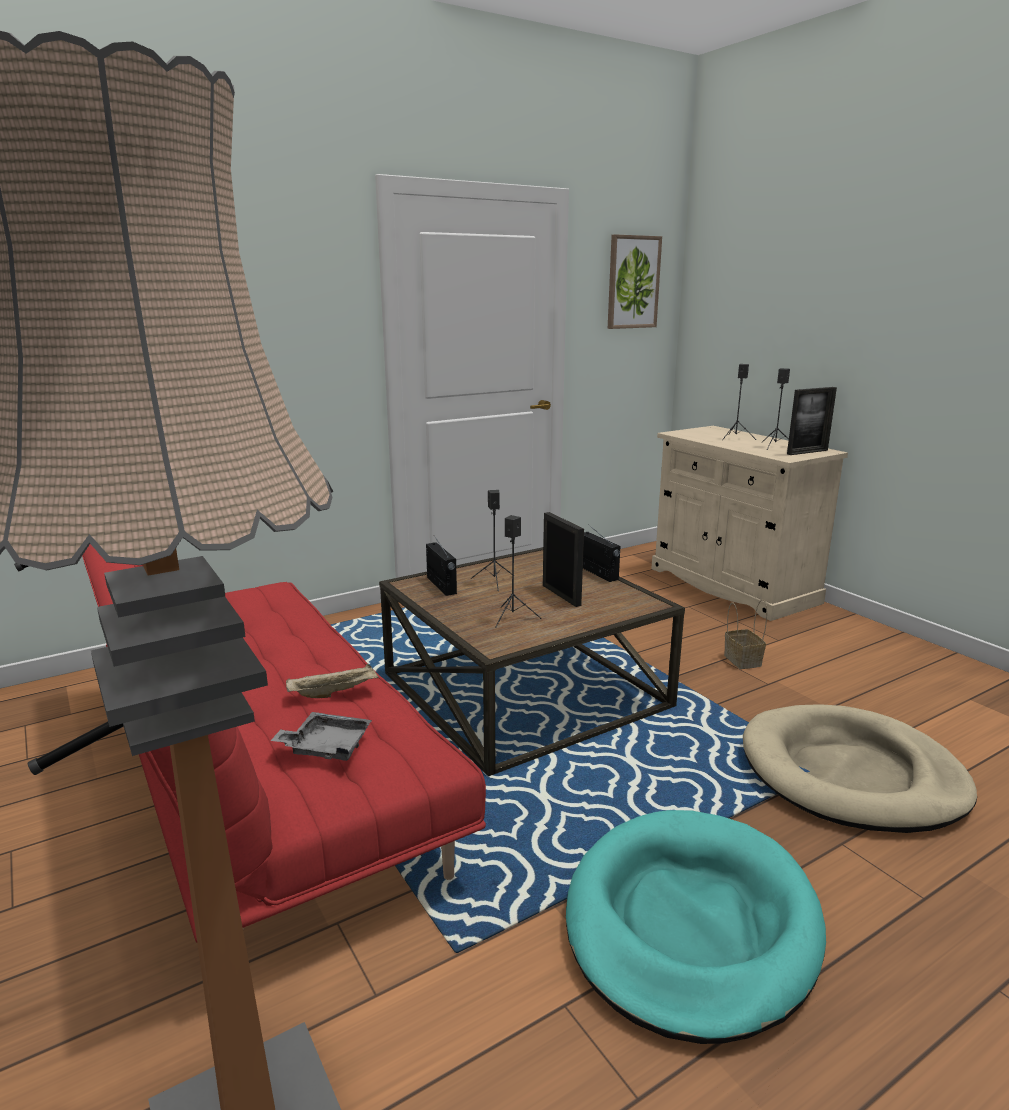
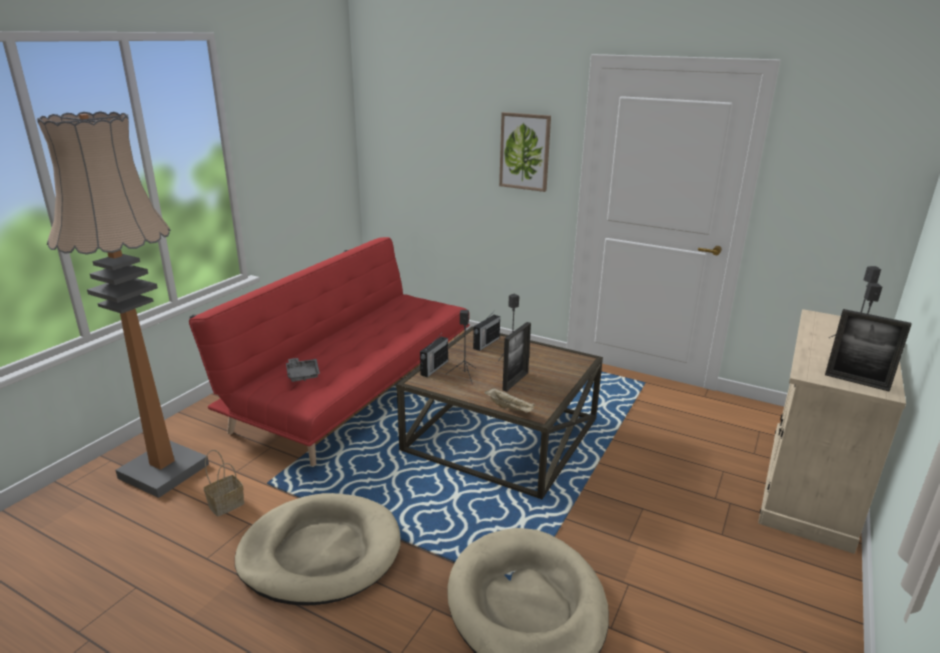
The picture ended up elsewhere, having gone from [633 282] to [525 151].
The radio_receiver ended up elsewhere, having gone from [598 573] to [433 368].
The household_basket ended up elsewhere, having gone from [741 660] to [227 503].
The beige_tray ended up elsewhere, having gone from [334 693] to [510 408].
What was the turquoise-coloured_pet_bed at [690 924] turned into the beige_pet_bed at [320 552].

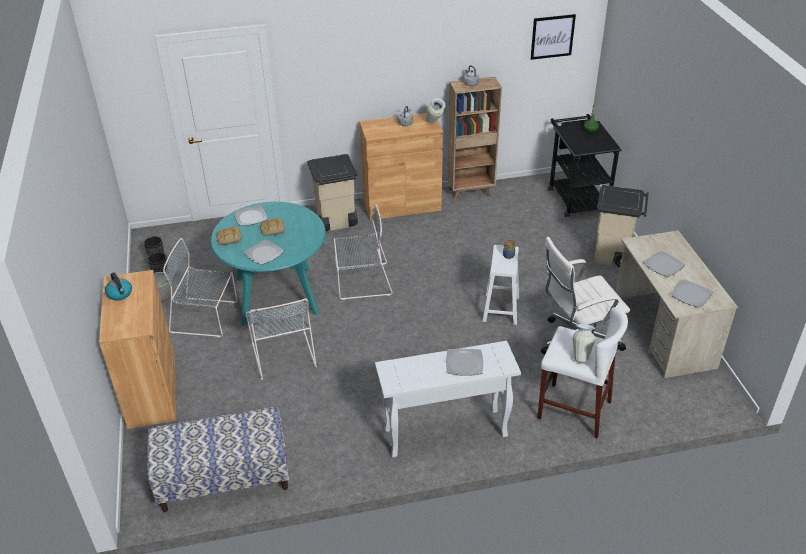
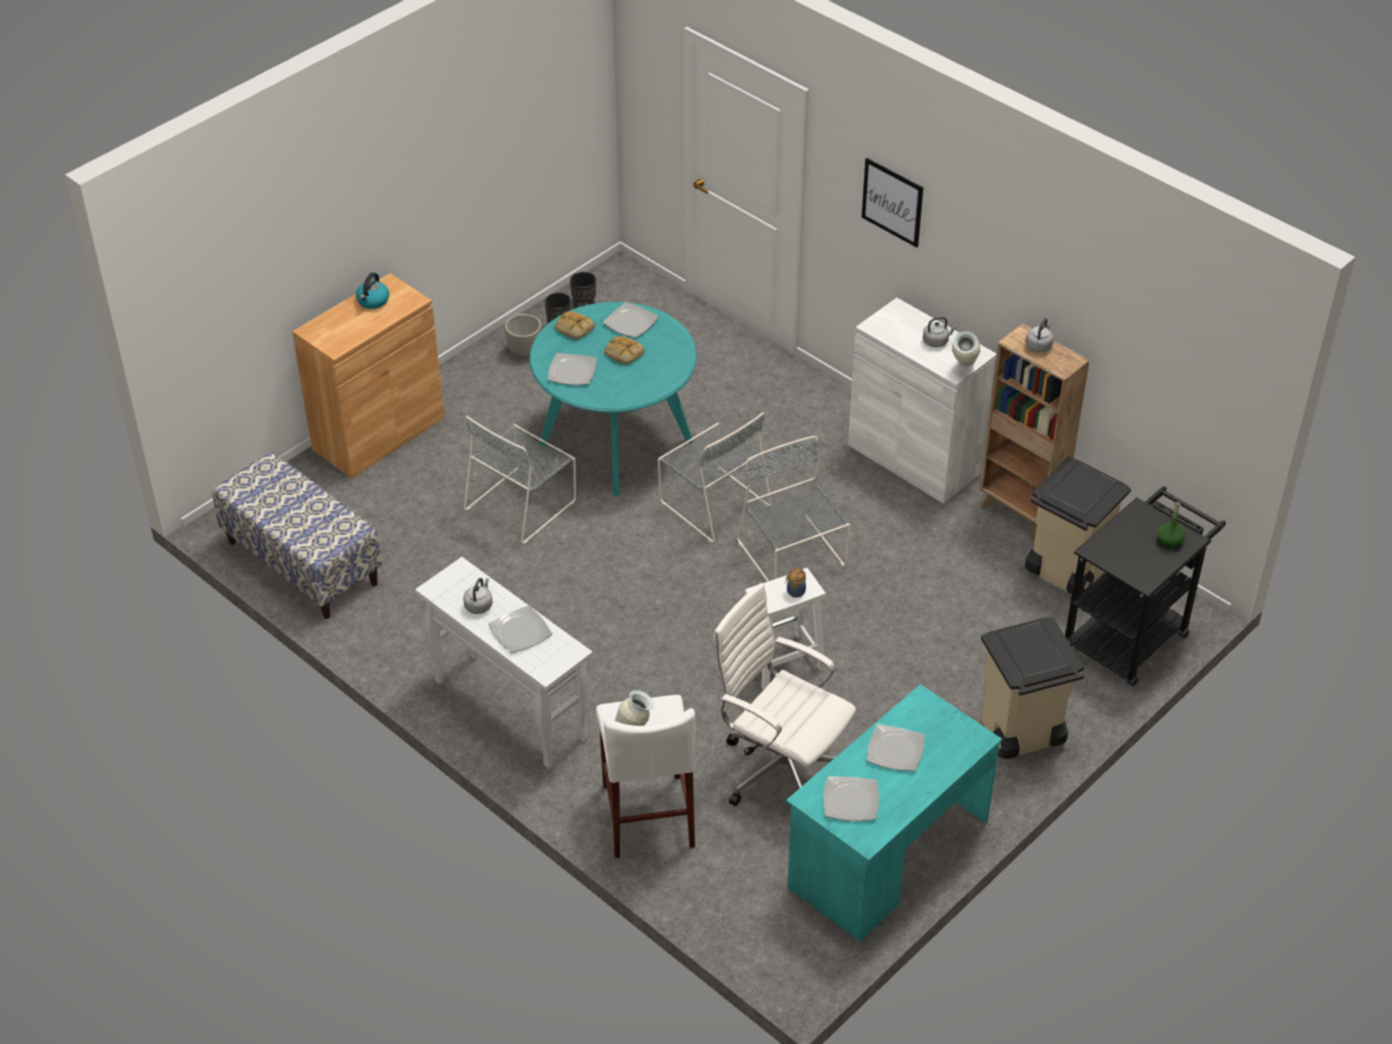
The picture ended up elsewhere, having gone from [552 36] to [892 202].
What was the brown-coloured_storage_cabinet at [402 205] turned into the whitish_storage_cabinet at [914 458].
The beige_rubbish_bin ended up elsewhere, having gone from [335 222] to [1065 571].
What was the beige_desk_unit at [663 332] turned into the turquoise-coloured_desk_unit at [888 854].
The gray_upright_chair ended up elsewhere, having gone from [206 317] to [793 556].
The second view gained the gray_kettle at [479 605].

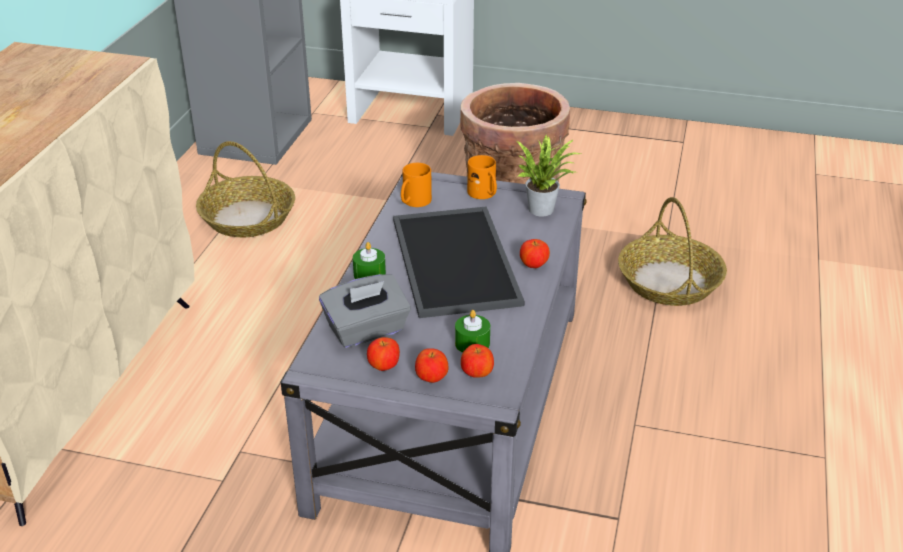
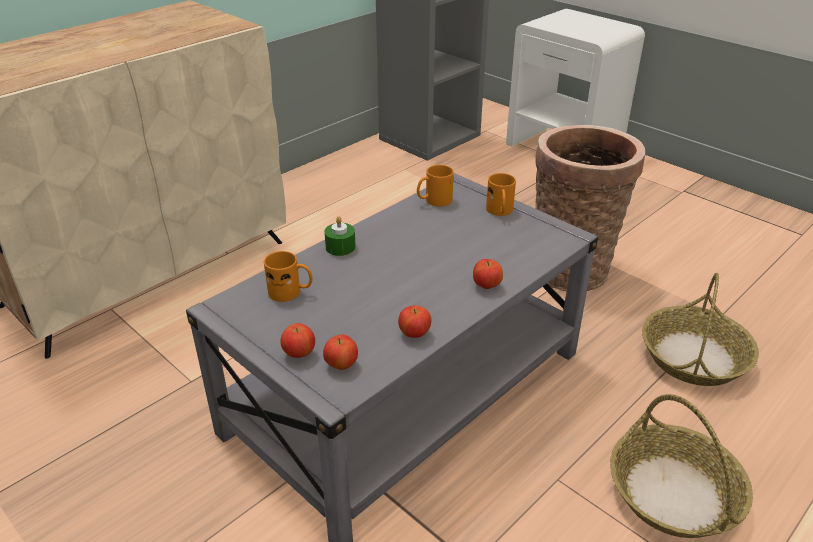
The second view lost the plant_in_a_pot at [544 209].
The household_basket ended up elsewhere, having gone from [248 218] to [674 494].
The second view lost the tray at [458 261].
Where the gray_tissue_box stood at [367 330], the orange-coloured_tea_mug came to stand at [291 292].
The second view lost the green_wax_candle at [472 343].
The apple_fruit ended up elsewhere, having gone from [384 367] to [414 334].

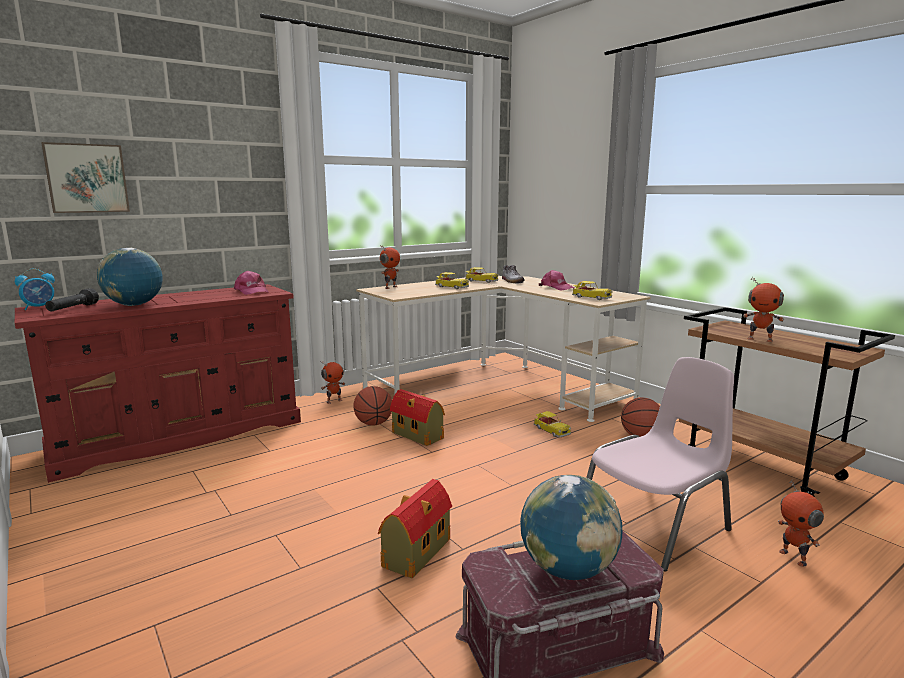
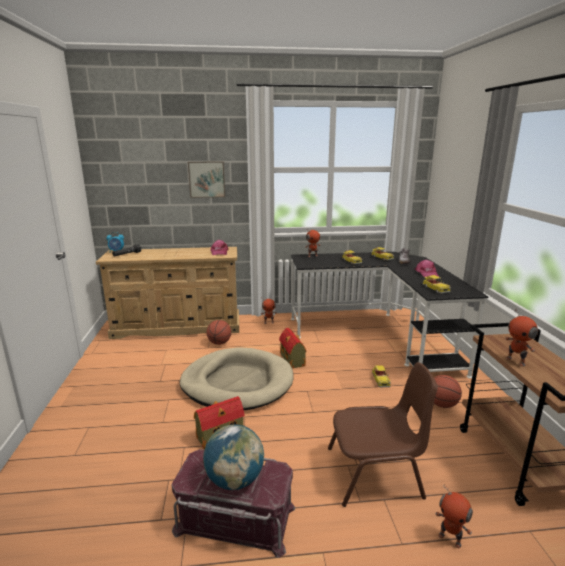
The picture ended up elsewhere, having gone from [87 178] to [207 179].
The second view lost the globe at [134 305].
What was the beige_desk_unit at [498 387] turned into the blackish_desk_unit at [379 336].
What was the red-coloured_dresser at [181 435] turned into the beige_dresser at [178 326].
What was the pinkish_upright_chair at [656 524] turned into the brown-coloured_upright_chair at [375 473].
The basketball_ball ended up elsewhere, having gone from [373 424] to [219 343].
The toy_robot at [794 557] ended up facing another way, 60 degrees counterclockwise from before.
The second view gained the beige_pet_bed at [237 383].

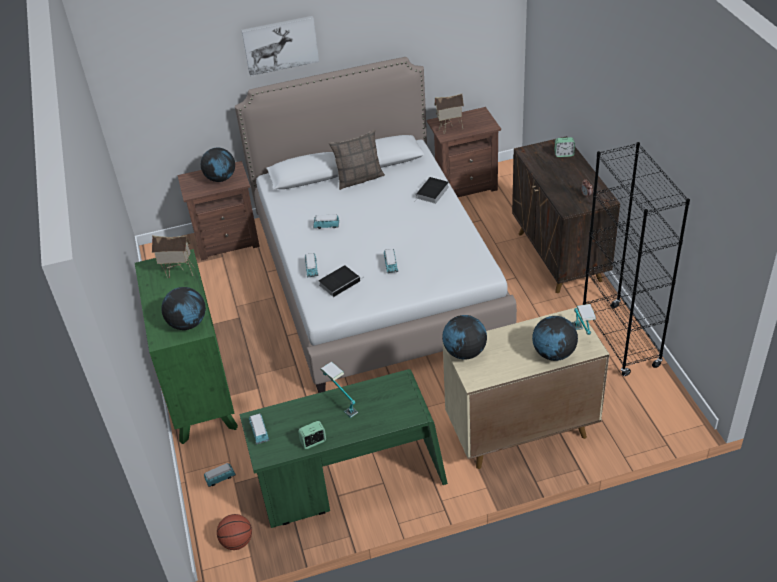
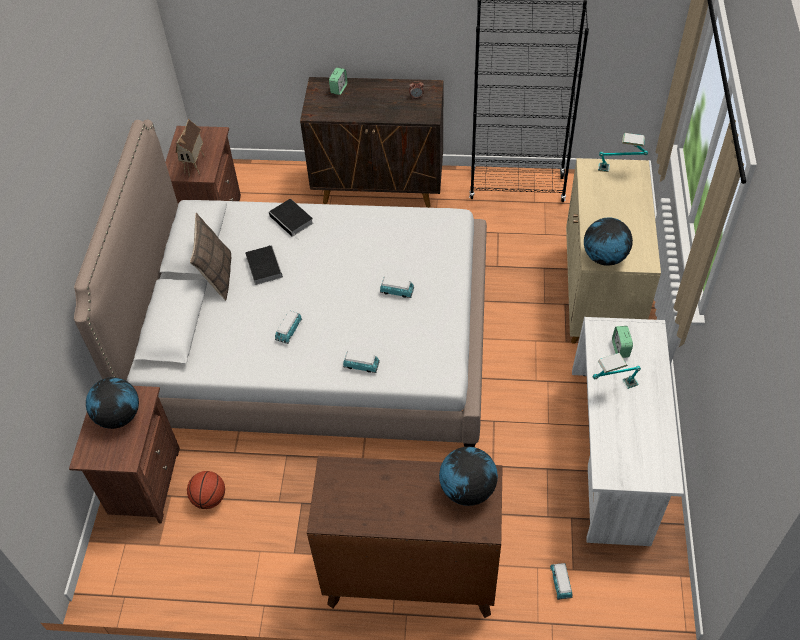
The second view lost the picture at [280 45].
The second view lost the model_house at [178 273].
What was the green_dresser at [199 391] turned into the brown-coloured_dresser at [410 577].
The bound_book ended up elsewhere, having gone from [340 282] to [263 266].
The second view lost the globe at [553 353].
What was the green_desk_unit at [351 483] turned into the whitish_desk_unit at [612 455].
The second view lost the miniature_car at [259 432].
The table_clock ended up elsewhere, having gone from [313 442] to [620 349].
The basketball_ball ended up elsewhere, having gone from [237 541] to [209 498].

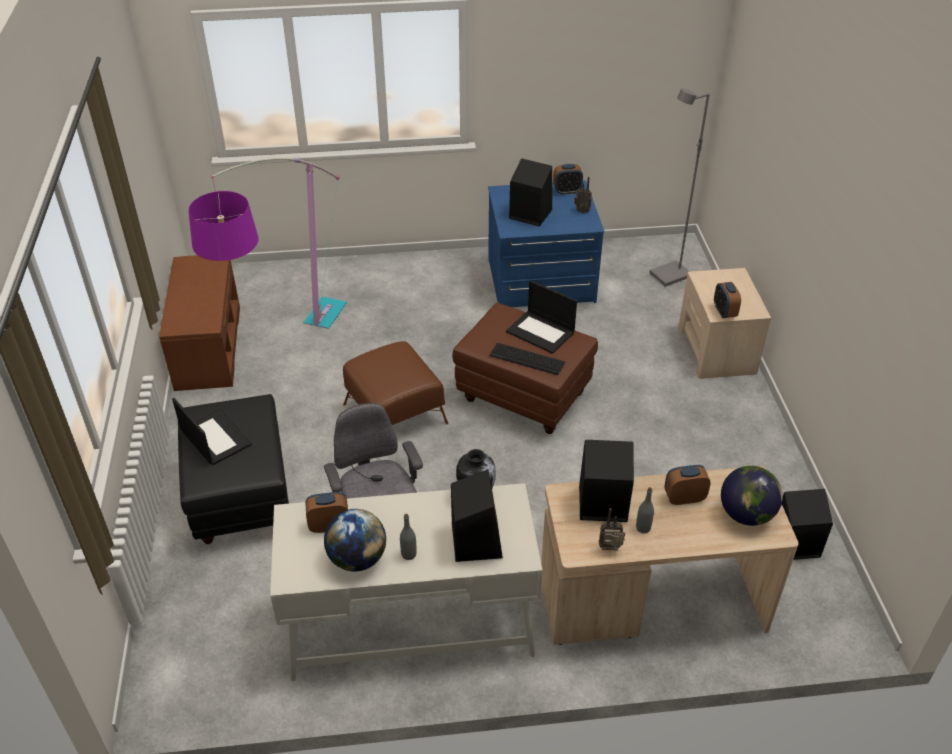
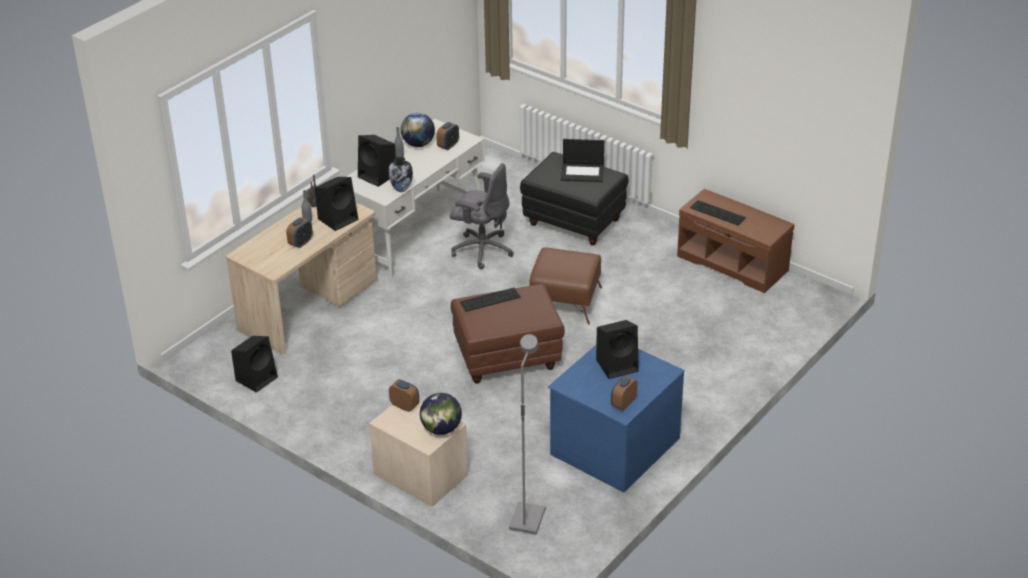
The second view lost the floor_lamp at [289 362].
The second view lost the radio_receiver at [582 211].
The second view lost the portable_computer at [541 332].
The globe ended up elsewhere, having gone from [746 514] to [441 429].
The second view gained the keyboard at [717 213].

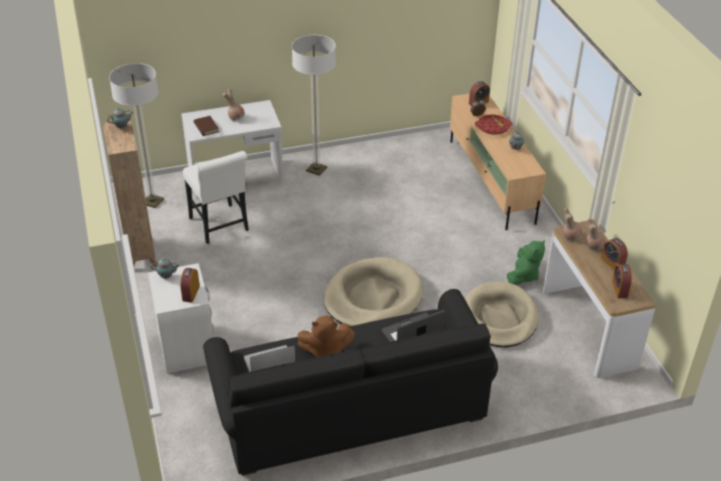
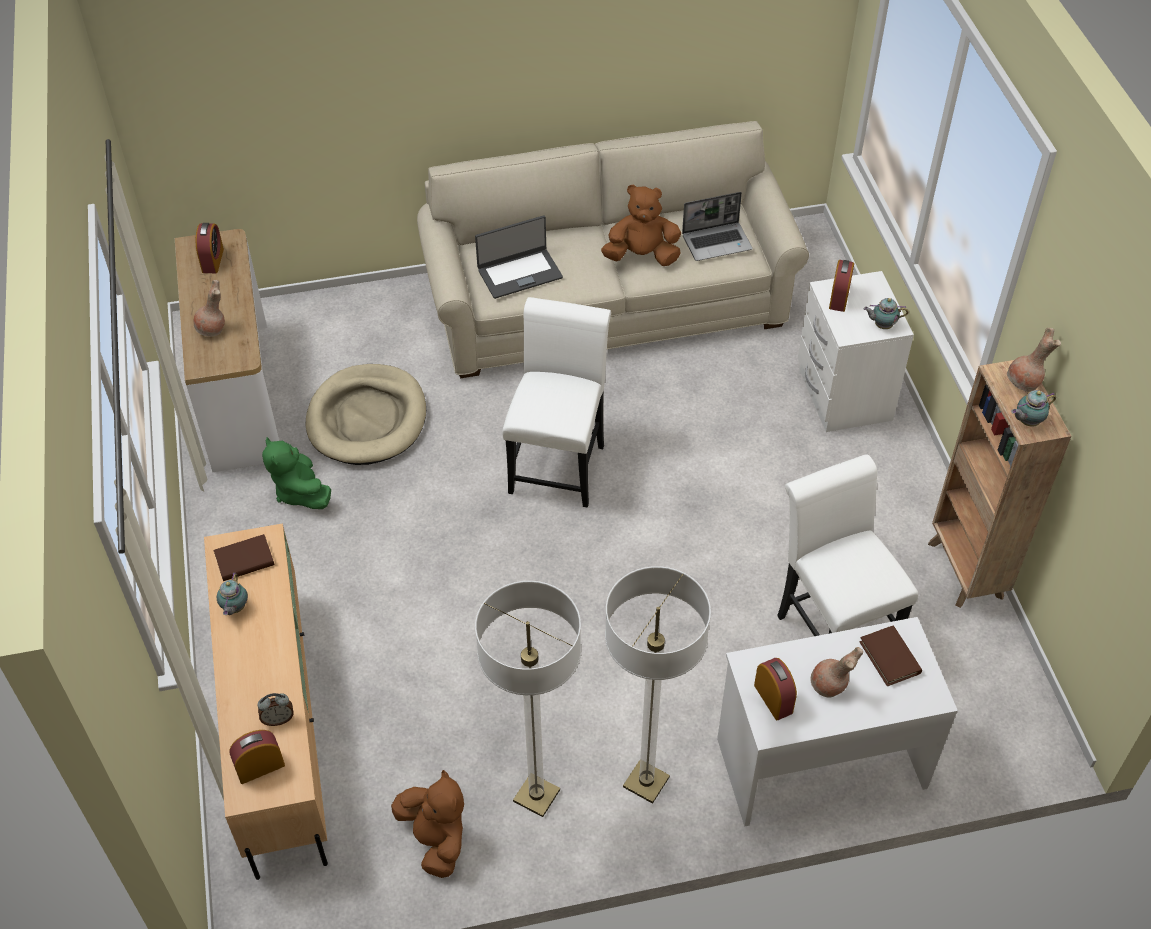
The floor_lamp ended up elsewhere, having gone from [152 201] to [536 796].
The second view lost the red-coloured_tray at [493 127].
The brown-coloured_decorative_vase ended up elsewhere, having gone from [570 236] to [1024 383].
The table_clock ended up elsewhere, having gone from [612 263] to [773 699].
The green_soft_toy at [523 275] ended up facing another way, 60 degrees counterclockwise from before.
Where the beige_pet_bed stood at [373 297], the whitish_upright_chair came to stand at [559 463].
What was the blackish_couch at [350 407] turned into the beige_couch at [608 302].
The second view gained the brown-coloured_bound_book at [244 560].
The second view gained the brown-coloured_soft_toy at [435 839].

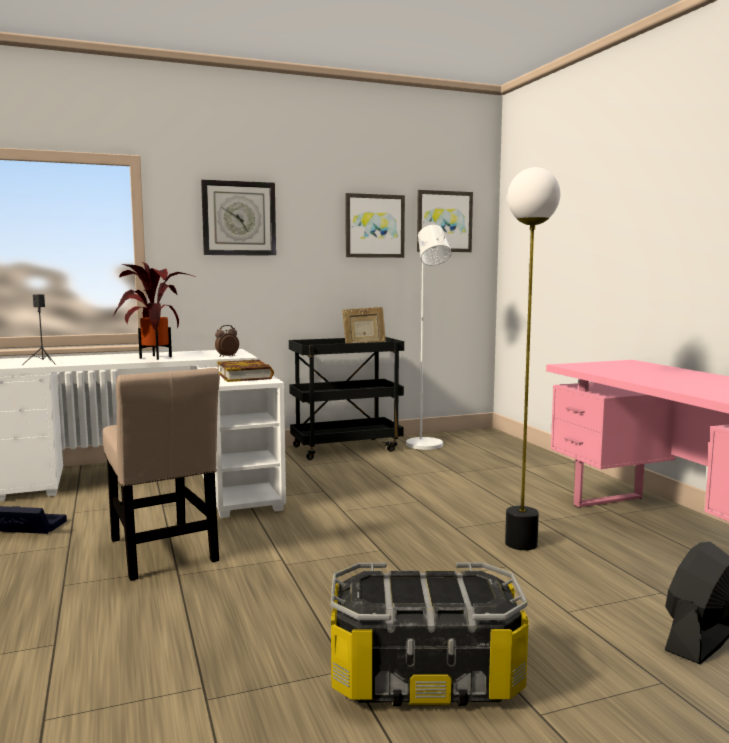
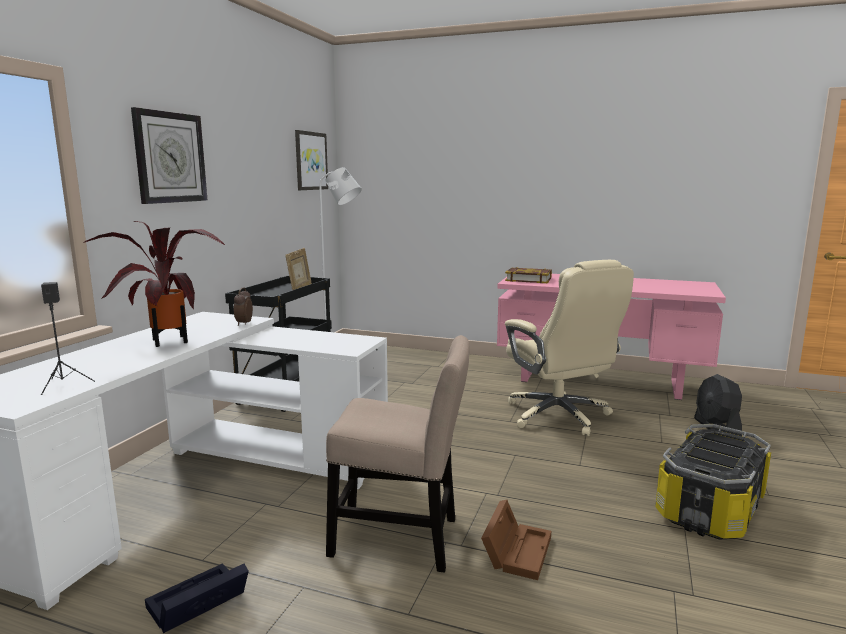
Where the floor_lamp stood at [520 544], the beige_office_chair came to stand at [559 416].
The second view lost the picture at [374 226].
The bound_book ended up elsewhere, having gone from [245 376] to [528 279].
The second view gained the brown-coloured_storage_bin at [517 550].

